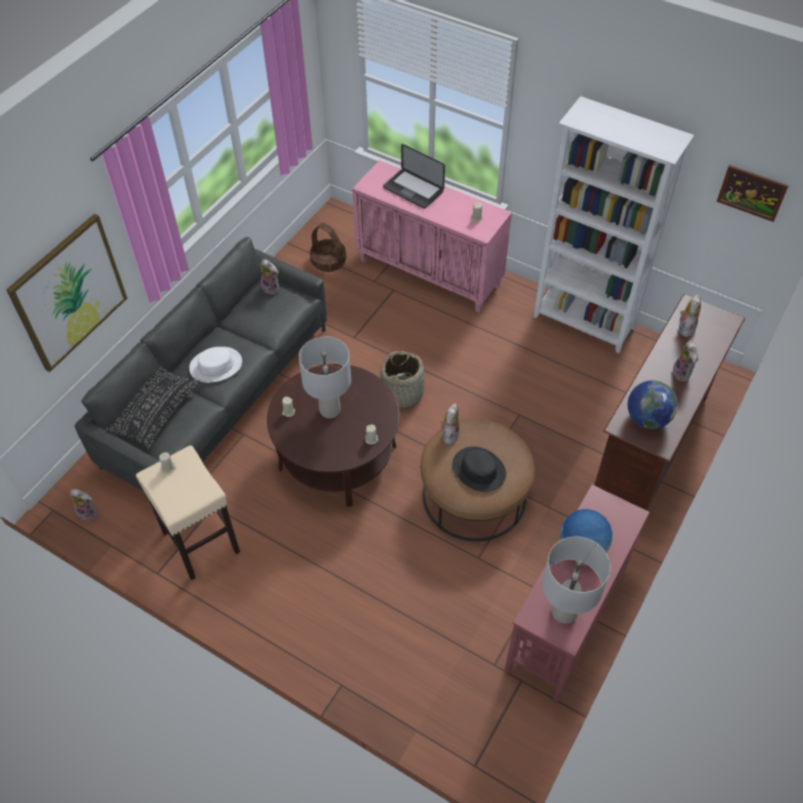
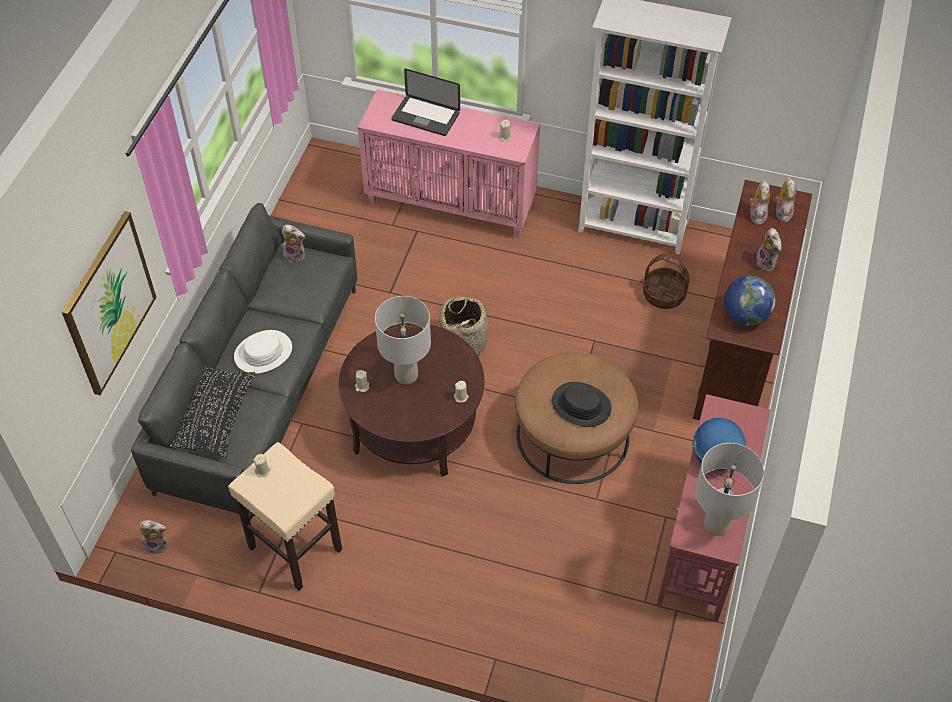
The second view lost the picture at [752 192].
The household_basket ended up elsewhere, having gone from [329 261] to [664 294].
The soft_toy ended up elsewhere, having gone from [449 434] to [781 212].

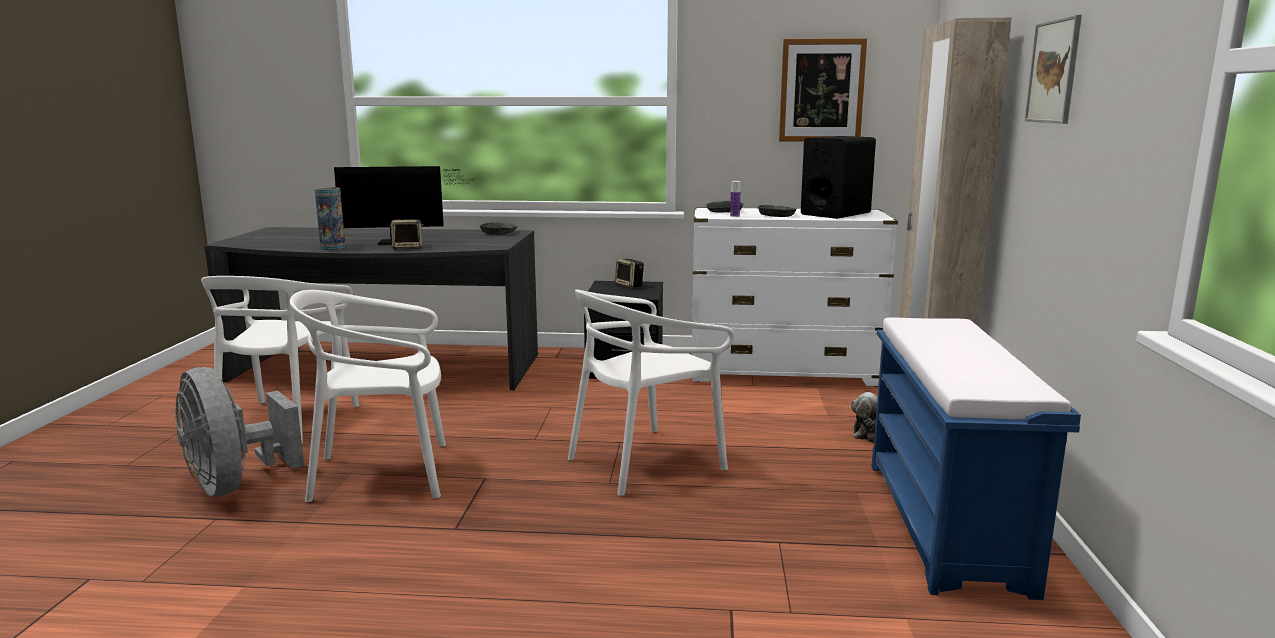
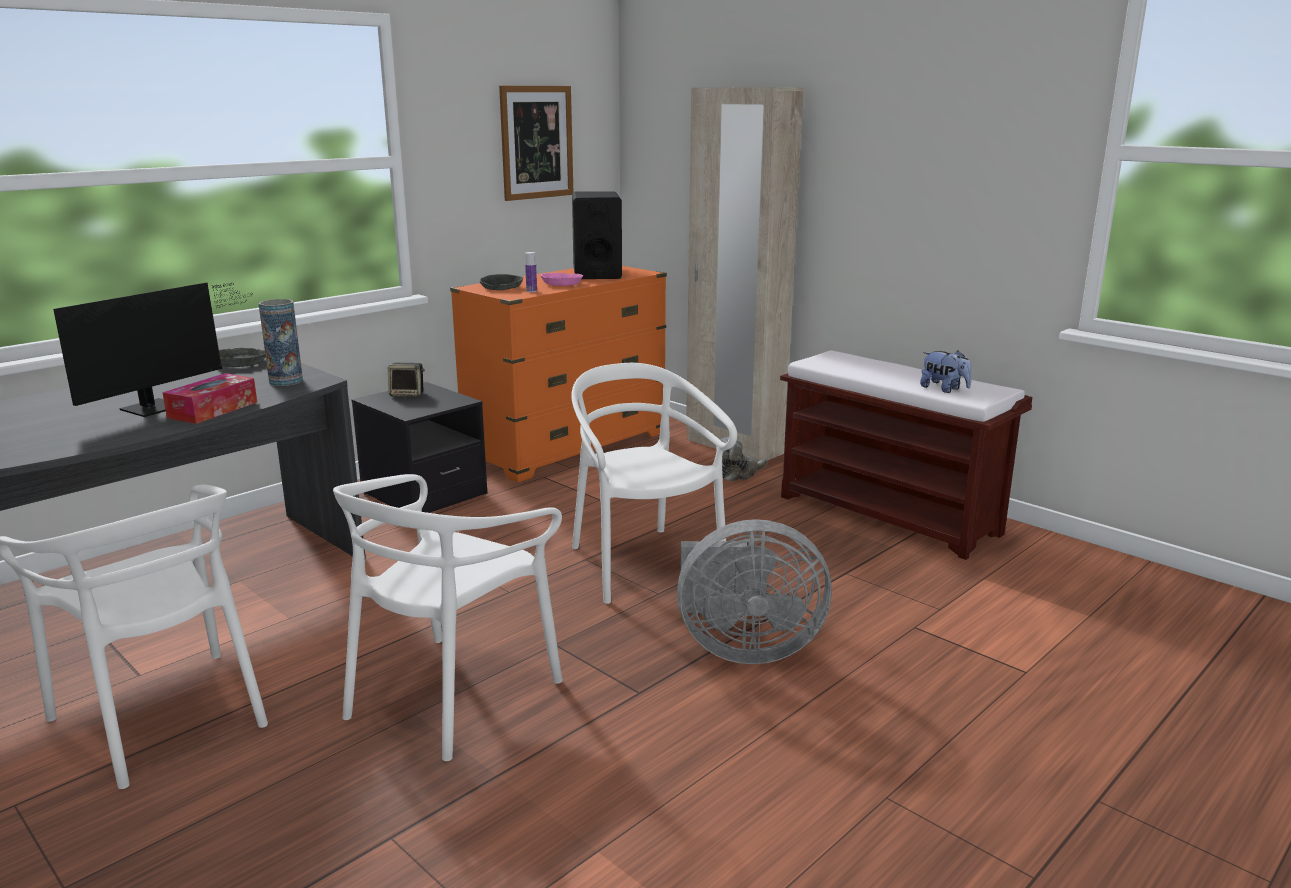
The second view lost the picture at [1053 71].
The decorative_vase ended up elsewhere, having gone from [333 248] to [286 381].
What was the gray_serving_bowl at [777 215] turned into the pinkish_serving_bowl at [562 284].
What was the whitish_dresser at [783 372] turned into the orange-coloured_dresser at [567 447].
Where the audio_speaker stood at [408 248], the tissue_box came to stand at [213 410].
The whitish_upright_chair at [645 462] ended up facing another way, 150 degrees clockwise from before.
What was the blue-coloured_long_seat at [946 524] turned into the brown-coloured_long_seat at [890 515].
The gray_fan ended up elsewhere, having gone from [235 484] to [743 648].
The second view gained the soft_toy at [944 389].

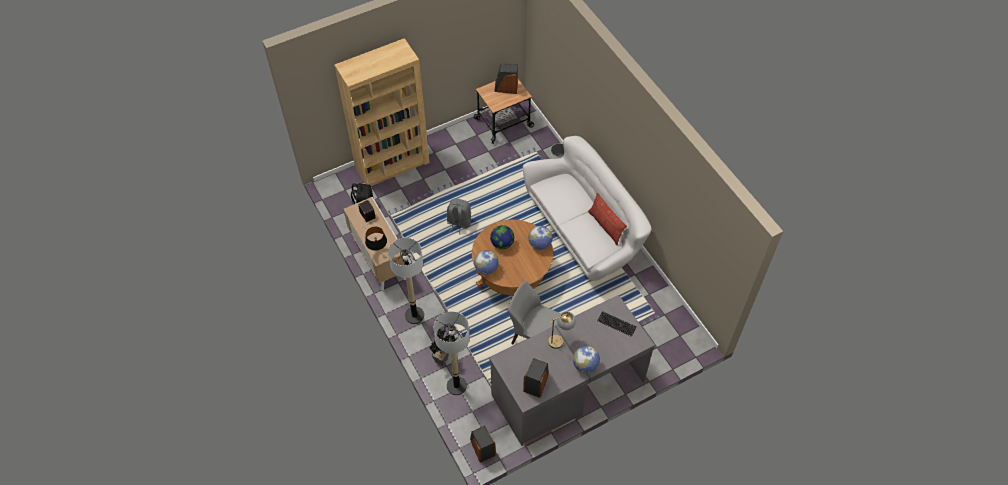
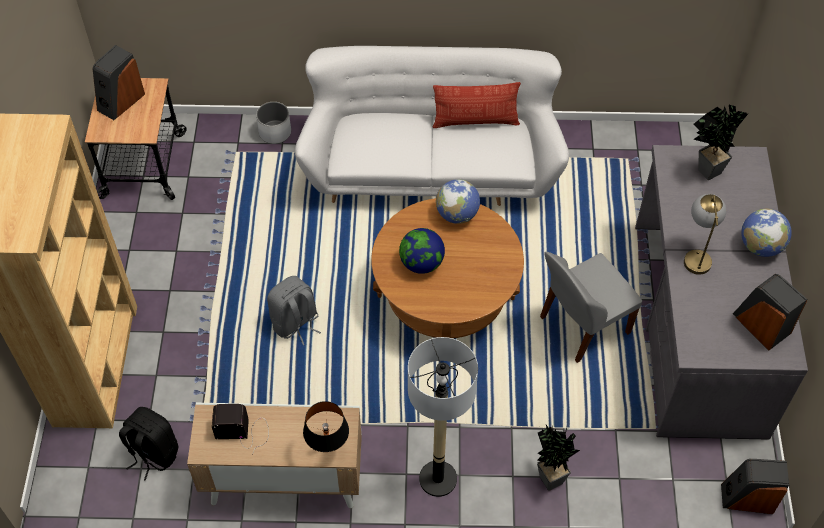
The second view lost the globe at [486 269].
The second view lost the floor_lamp at [456 386].
Where the keyboard stood at [617 323], the plant_in_a_pot came to stand at [705 171].

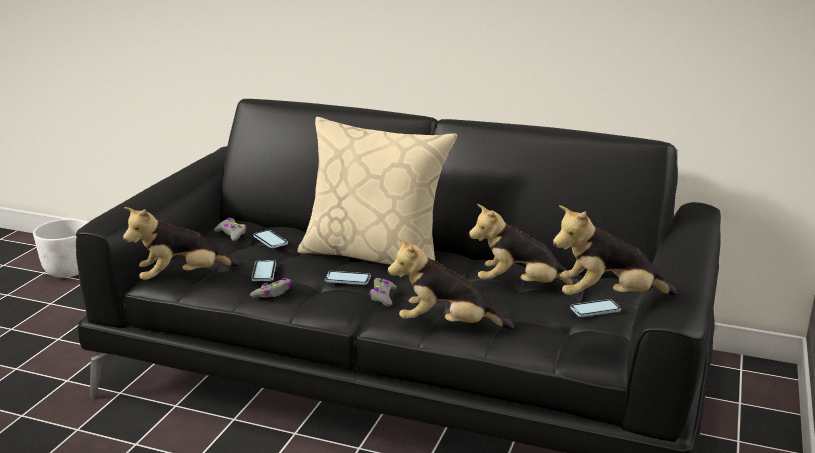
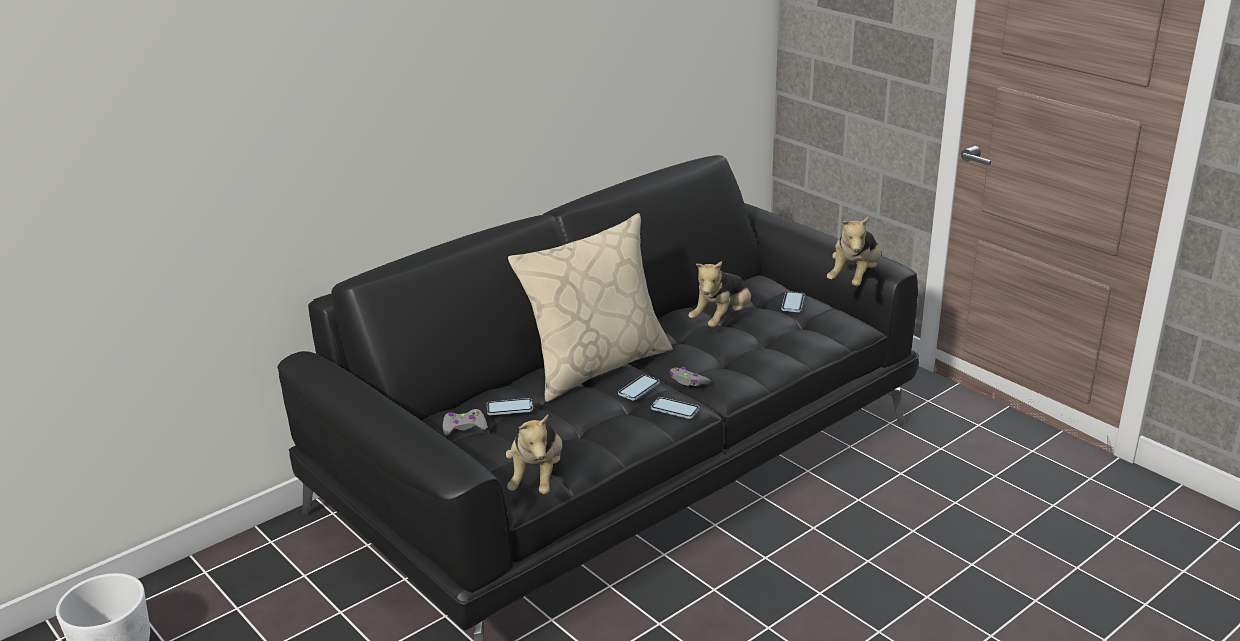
The second view lost the soft_toy at [447 325].
The handset ended up elsewhere, having gone from [264 272] to [675 409].
The second view lost the gray_gamepad at [273 293].

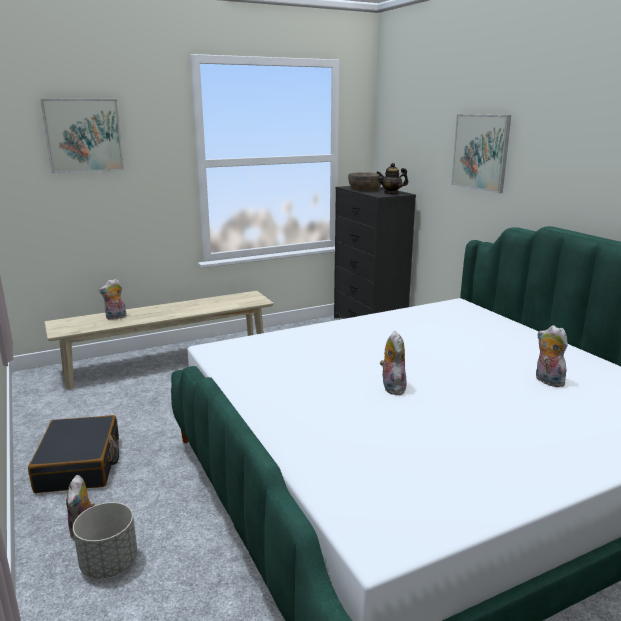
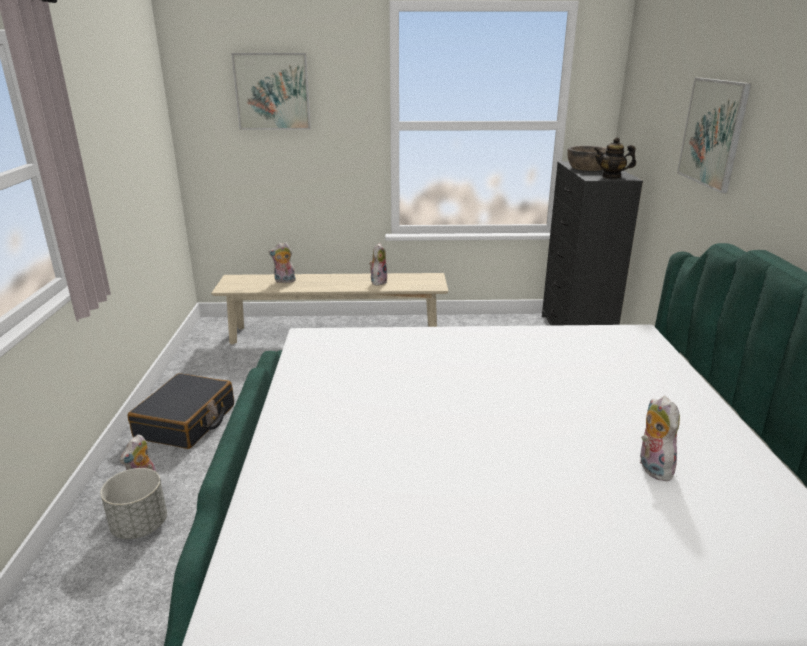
The soft_toy ended up elsewhere, having gone from [391 387] to [378 281].

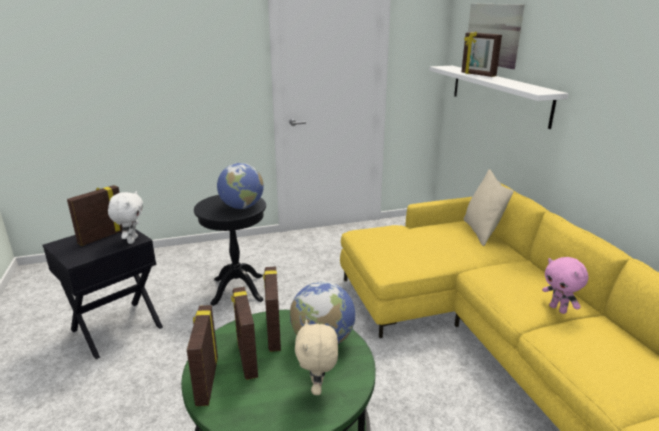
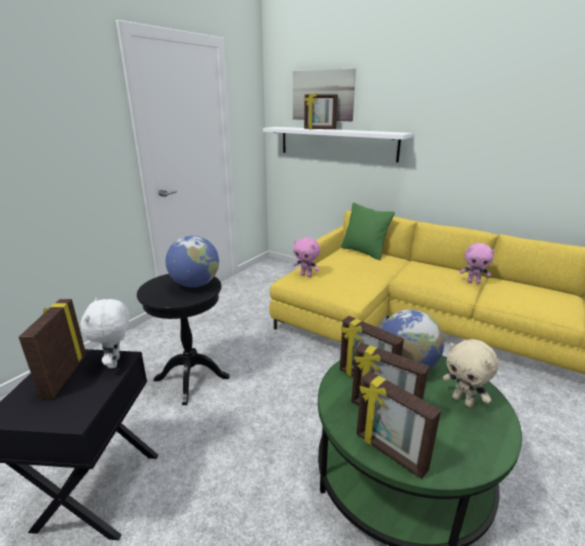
What was the beige_throw_pillow at [481 232] turned into the green_throw_pillow at [364 252].
The whitish_soft_toy at [131 240] ended up facing another way, 150 degrees counterclockwise from before.
The second view gained the pinkish_soft_toy at [306 275].

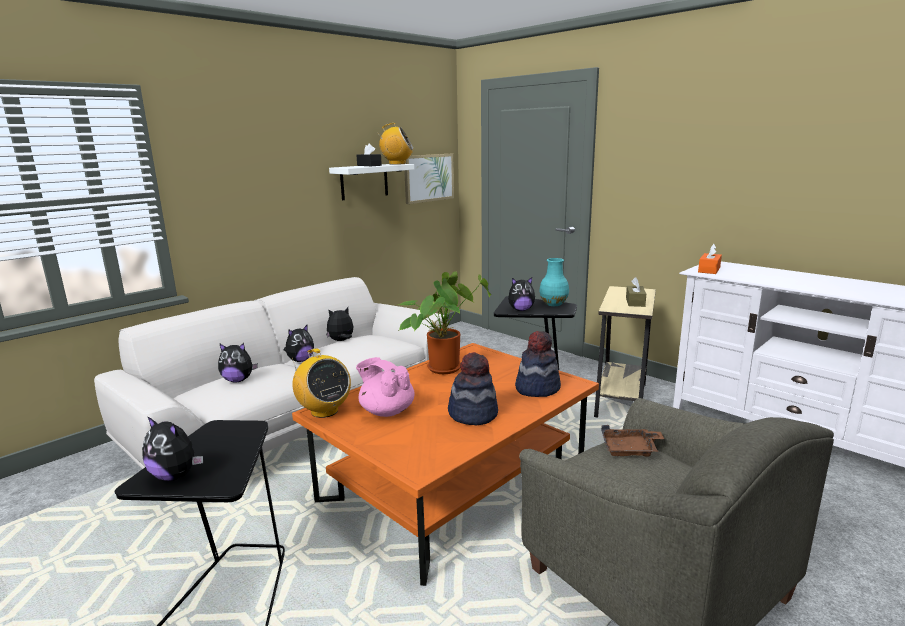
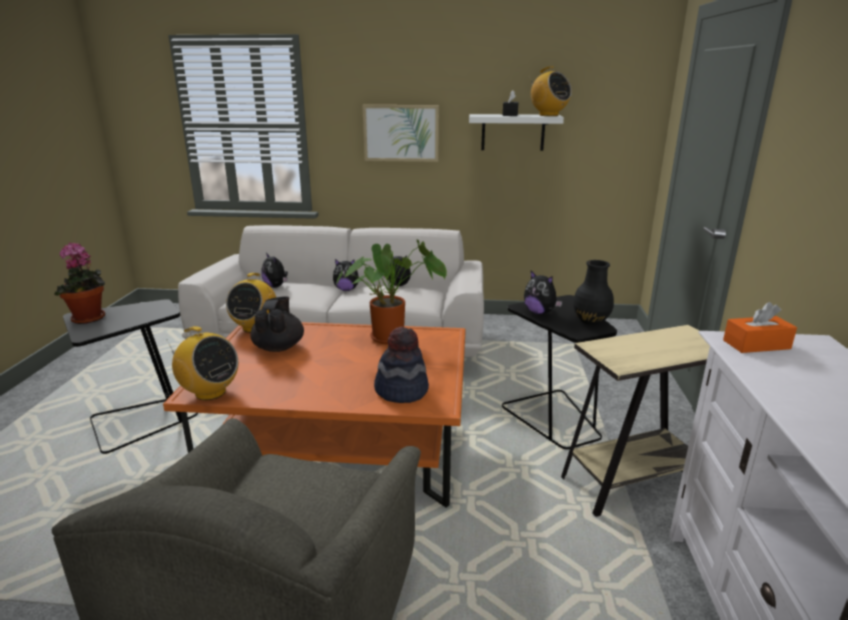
The picture ended up elsewhere, having gone from [428 178] to [401 133].
What was the turquoise-coloured_decorative_vase at [554 304] turned into the blackish_decorative_vase at [591 321].
The second view lost the brown-coloured_tissue_box at [635 302].
The second view lost the wearable_hat at [473 414].
What was the pinkish_tea_pot at [386 411] turned into the blackish_tea_pot at [279 347].
Where the soft_toy stood at [176 475], the plant_in_a_pot came to stand at [89 319].
The second view lost the brown-coloured_tray at [630 450].
The second view gained the radio_receiver at [210 392].

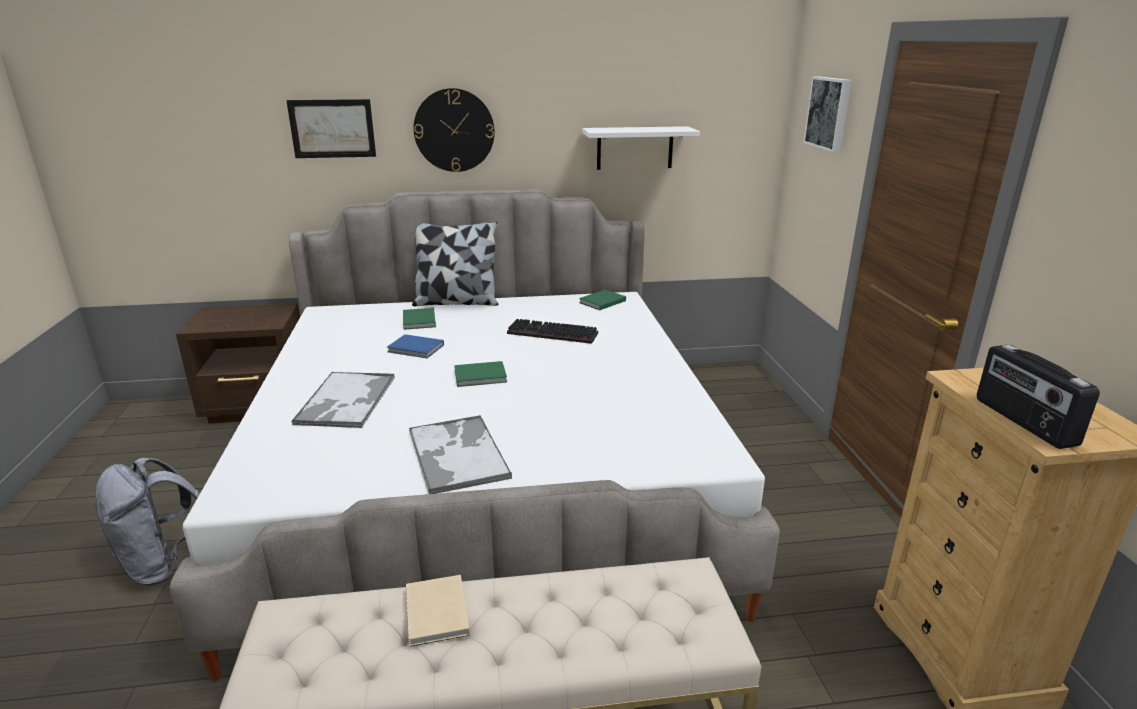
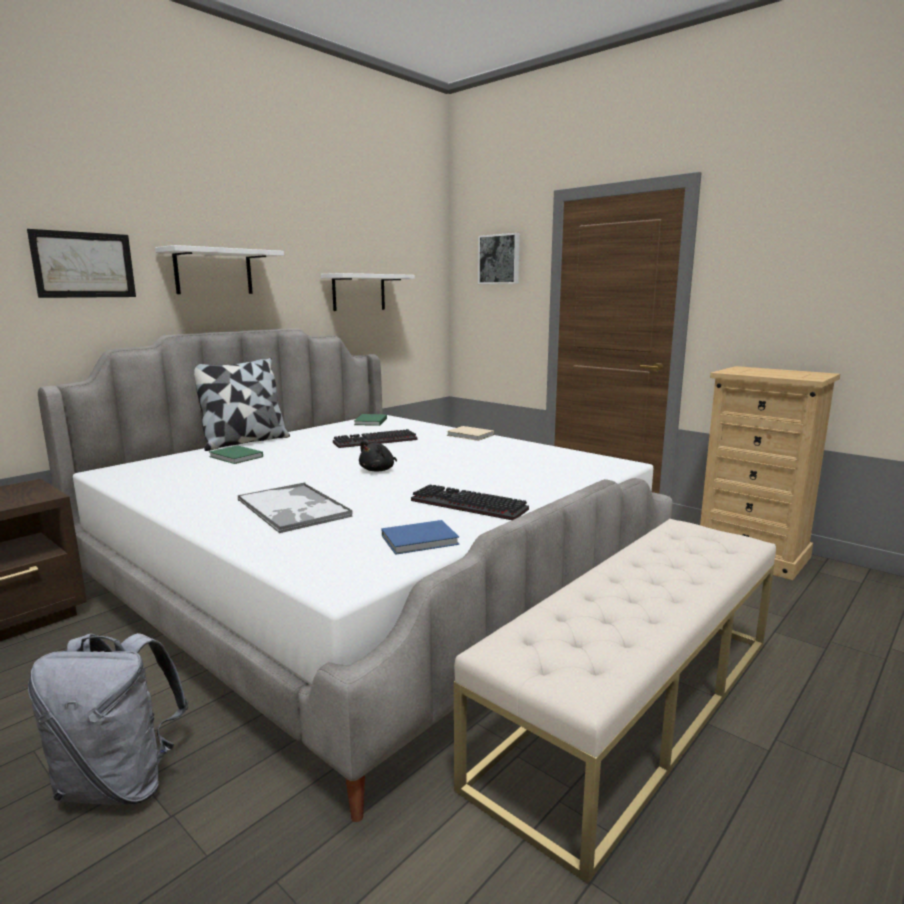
Where the clock_on_the_wall hung at [454 130], the whitish_wall_shelf came to hang at [213 272].
The blue-coloured_bound_book ended up elsewhere, having gone from [416 349] to [422 540].
The second view lost the radio_receiver at [1023 422].
Where the green_bound_book stood at [482 376], the blackish_soft_toy came to stand at [378 470].
Where the tray stood at [457 454], the keyboard came to stand at [465 506].
The beige_bound_book ended up elsewhere, having gone from [435 614] to [470 435].

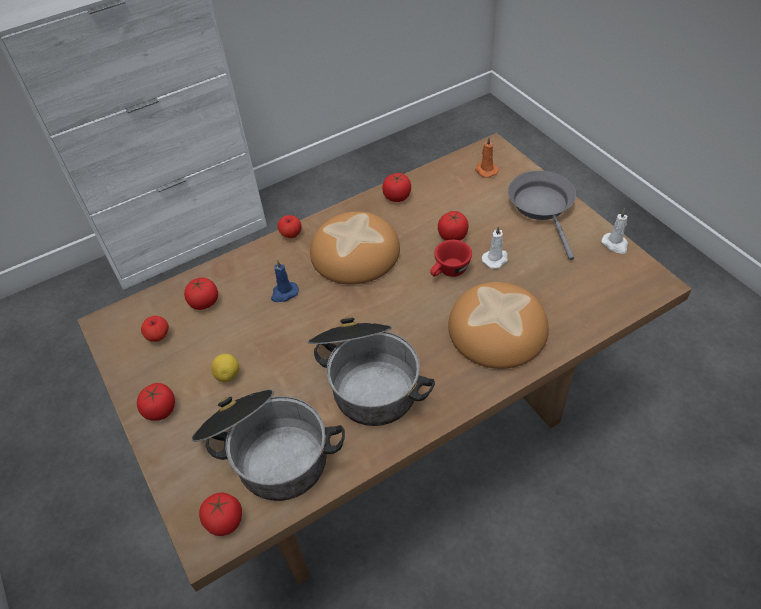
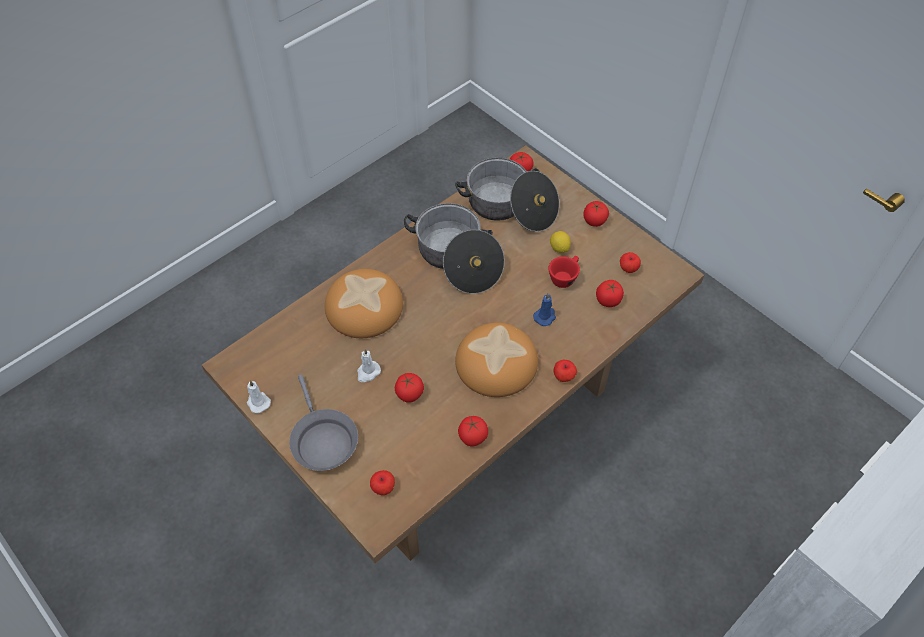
Where the orange-coloured_wax_candle stood at [485 170], the apple_fruit came to stand at [383 487].
The red-coloured_small_cup ended up elsewhere, having gone from [449 272] to [564 277].

